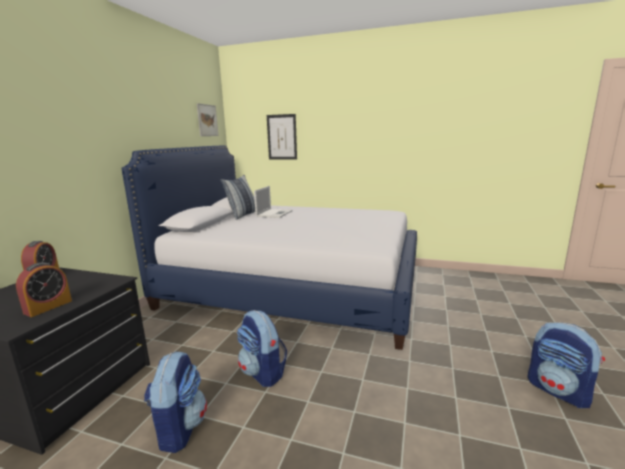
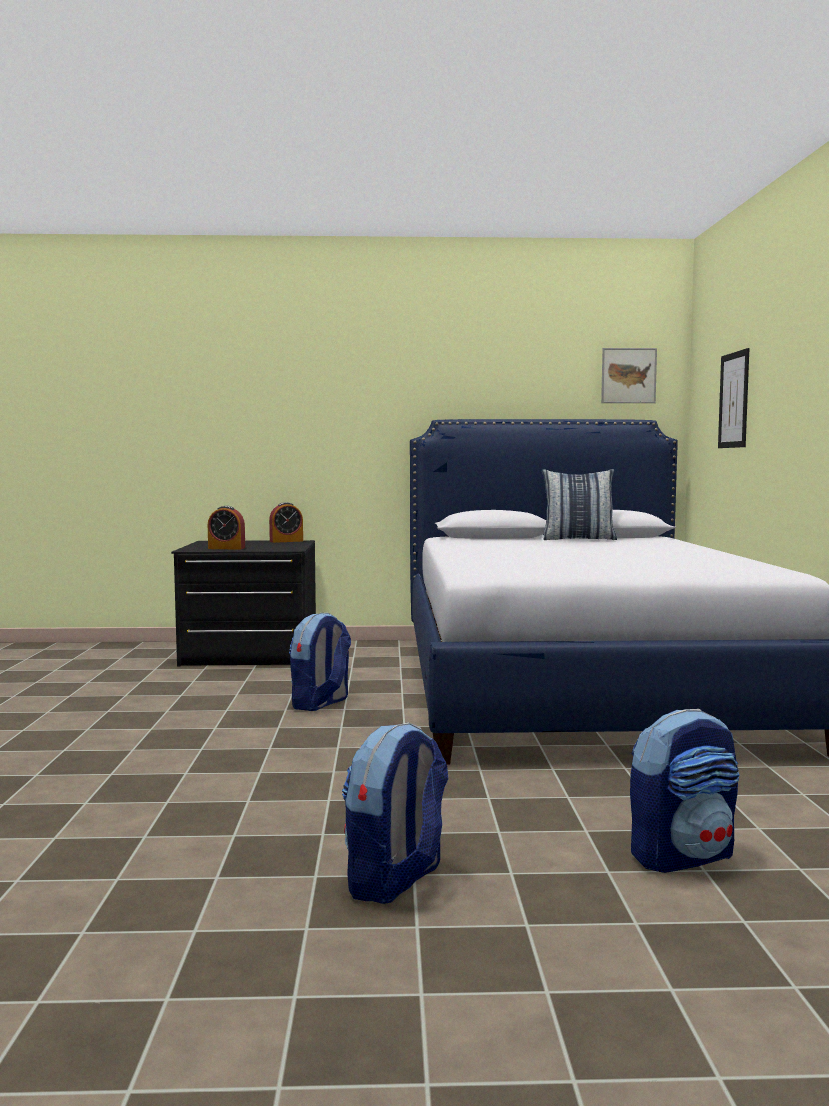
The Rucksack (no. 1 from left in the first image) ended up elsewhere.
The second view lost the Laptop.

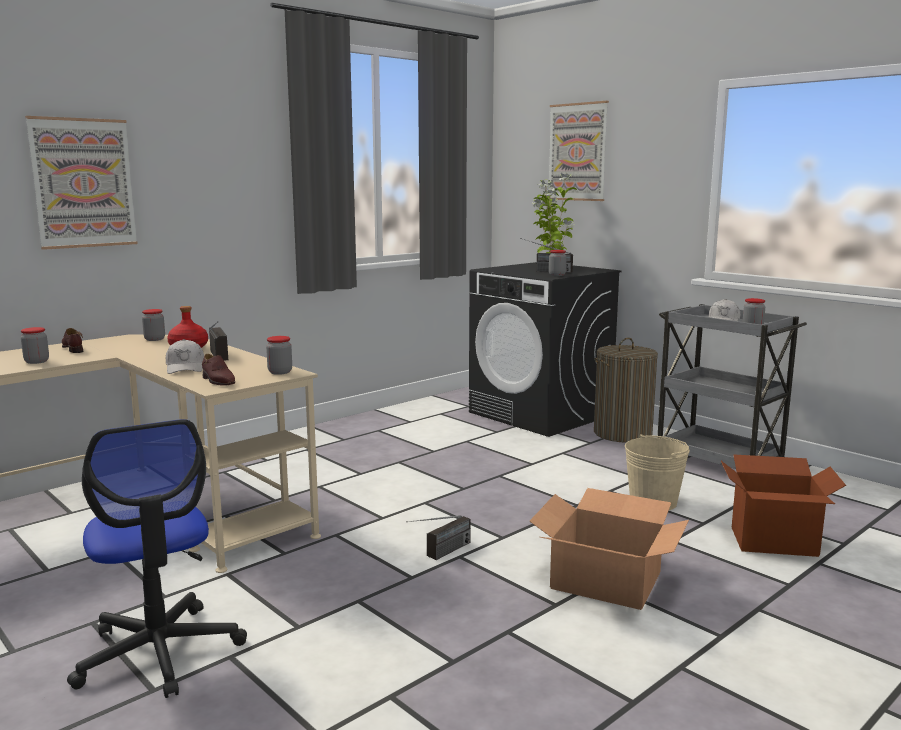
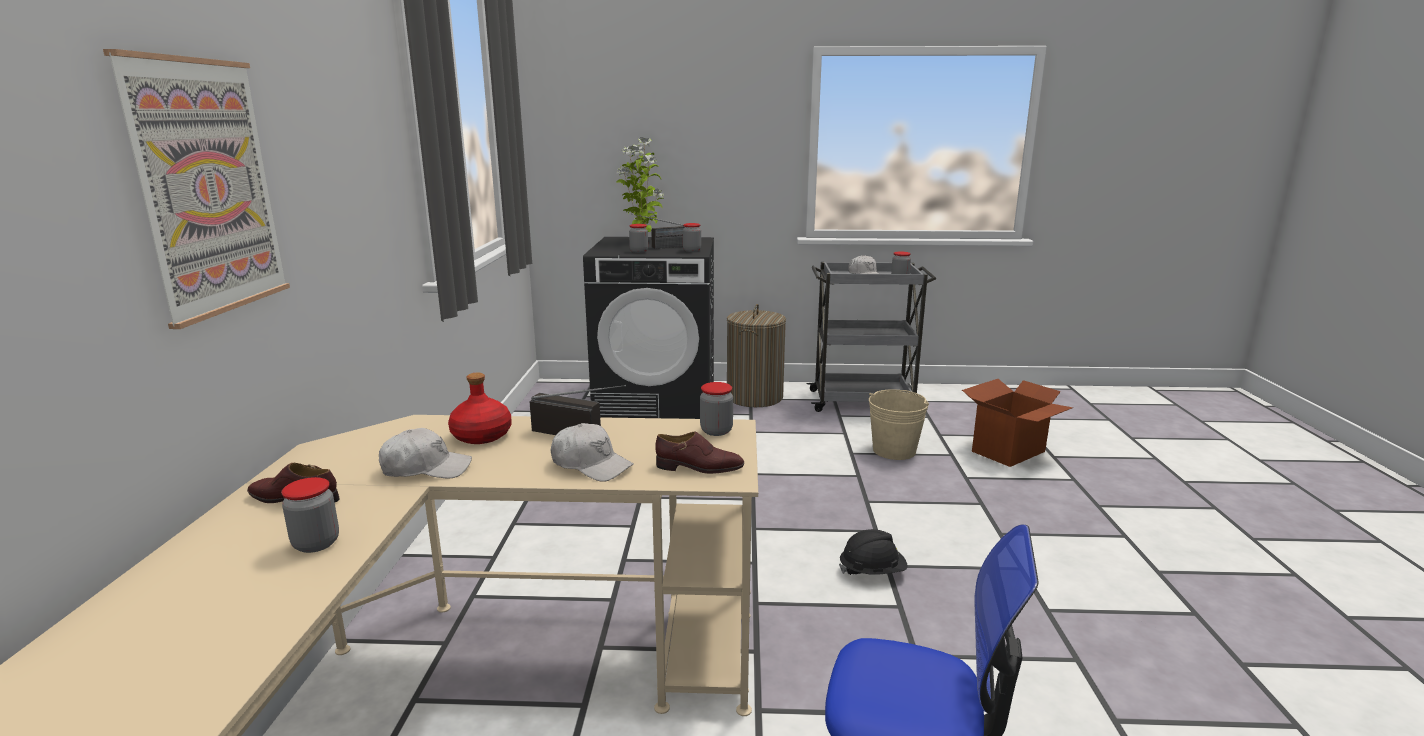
The Vorratsglas (no. 2 from left) ended up elsewhere.
Where the Radio (no. 2 from left) stood, the Schutzhelm (schwarz) came to stand.
The second view lost the Karton (no. 1 from left).
The second view lost the Bild (no. 2 from left).
The second view gained the Kappe (weiß) (no. 1 from left).

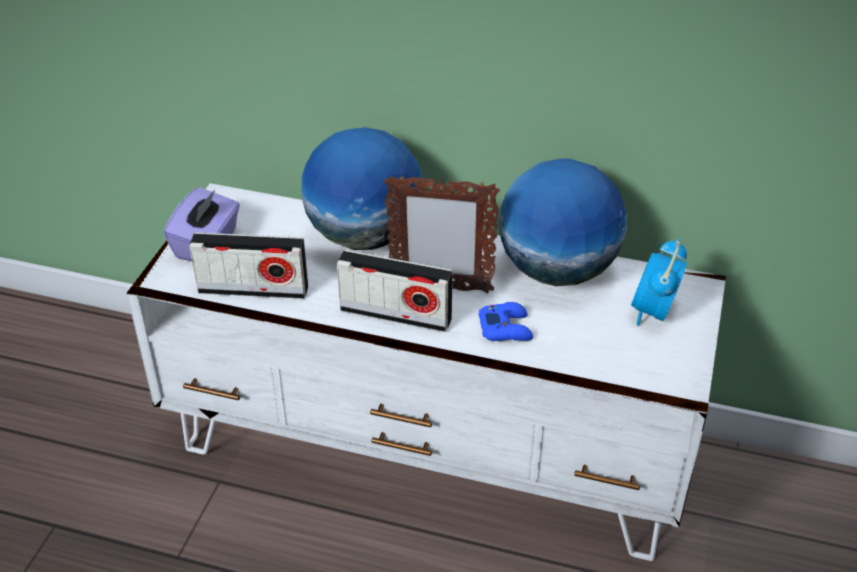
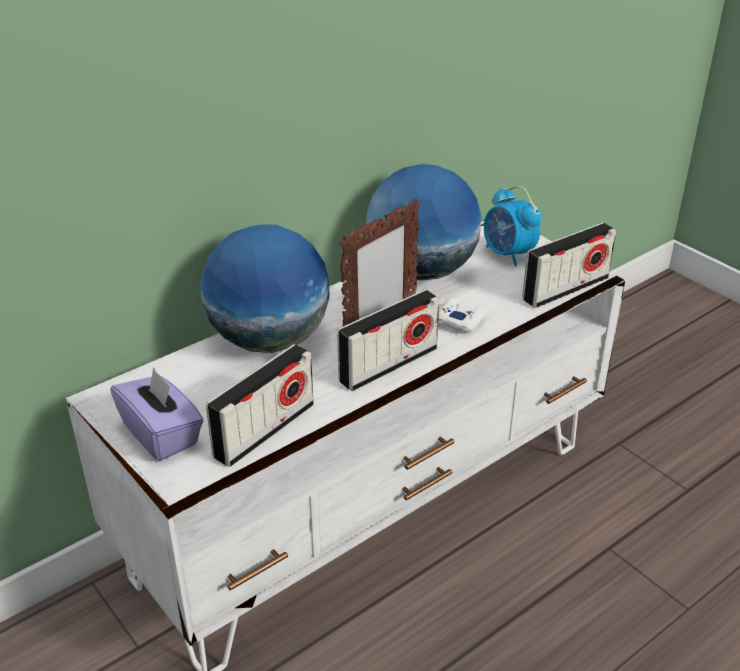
What was the Gamepad (blau) turned into the Gamepad (weiß).
The second view gained the Radio (no. 3 from left).

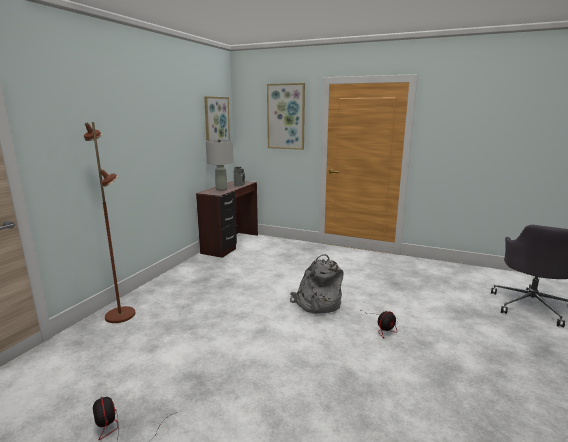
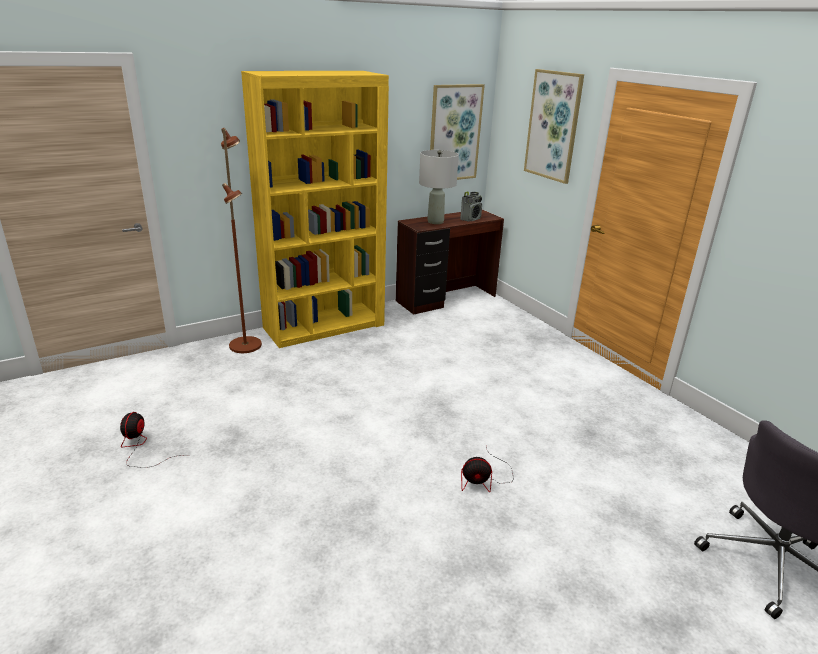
The second view lost the Rucksack (grau).
The second view gained the Bücherregal (gelb).

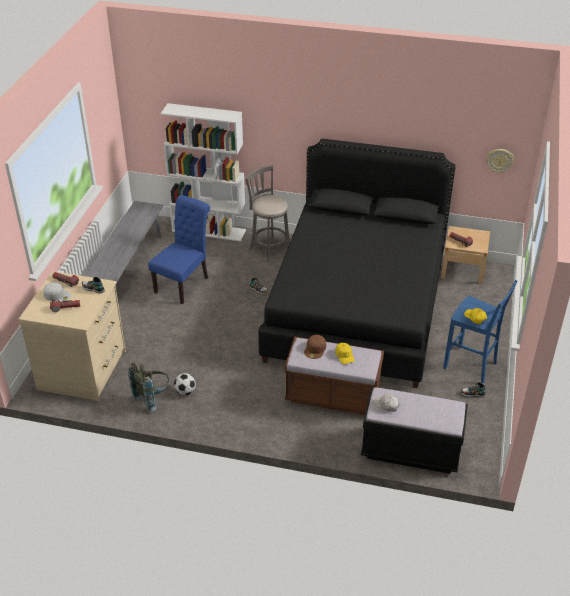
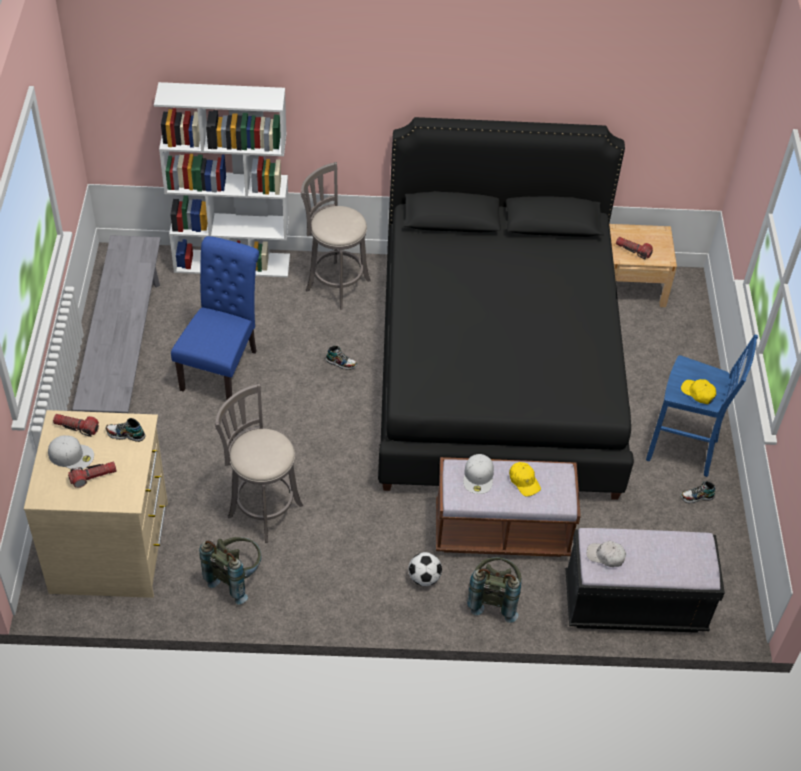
The Fußball ended up elsewhere.
What was the Kappe (braun) turned into the Kappe (weiß) (no. 2 from left).
The second view lost the Wanduhr.
The second view gained the Hocker (grau) (no. 1 from left).
The second view gained the Rucksack (grau) (no. 2 from left).

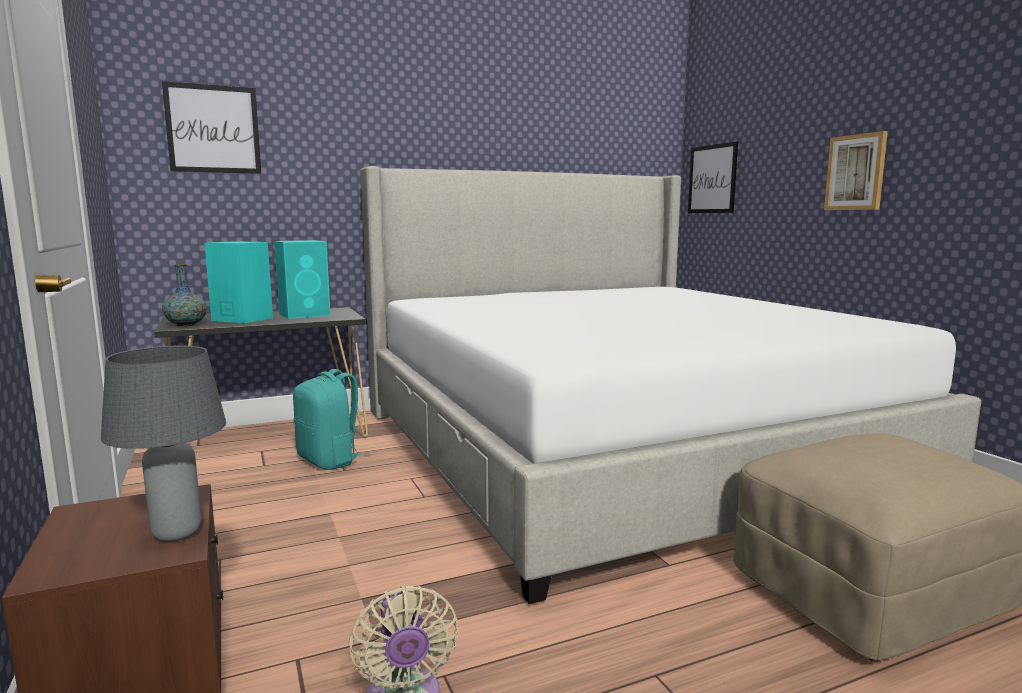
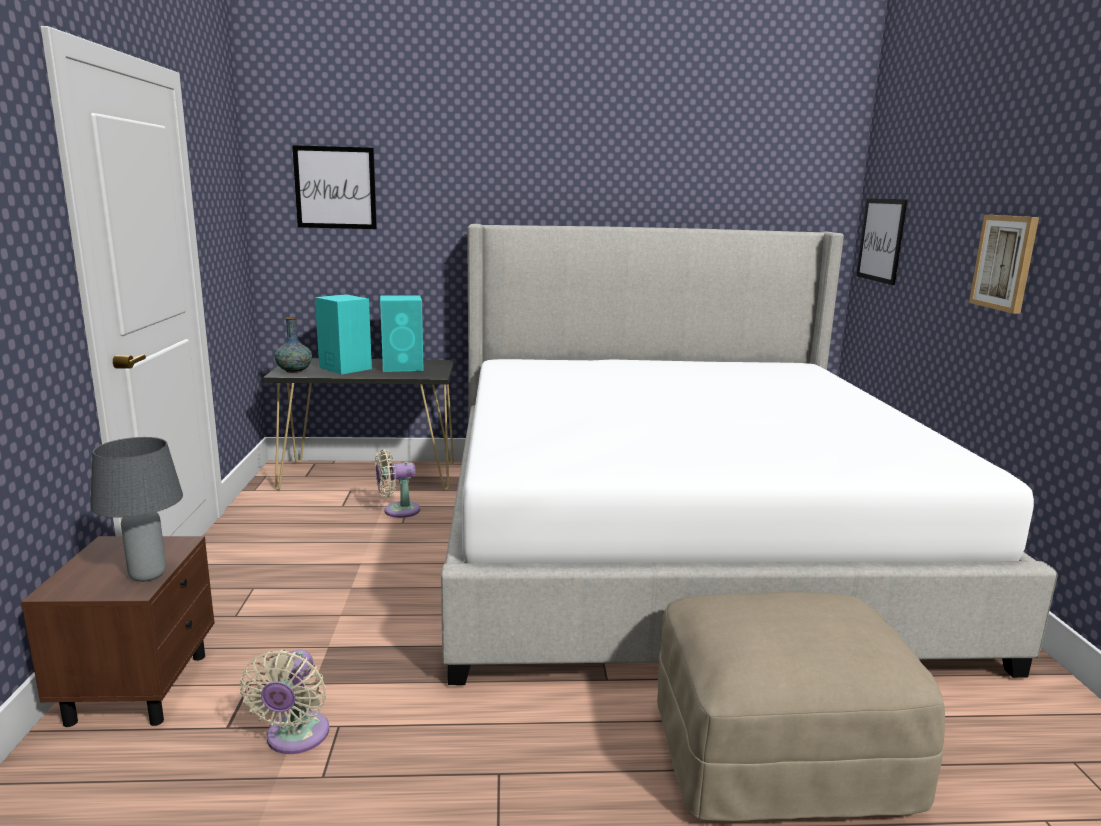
Where the Rucksack (türkis) stood, the Ventilator (beige) (no. 2 from left) came to stand.

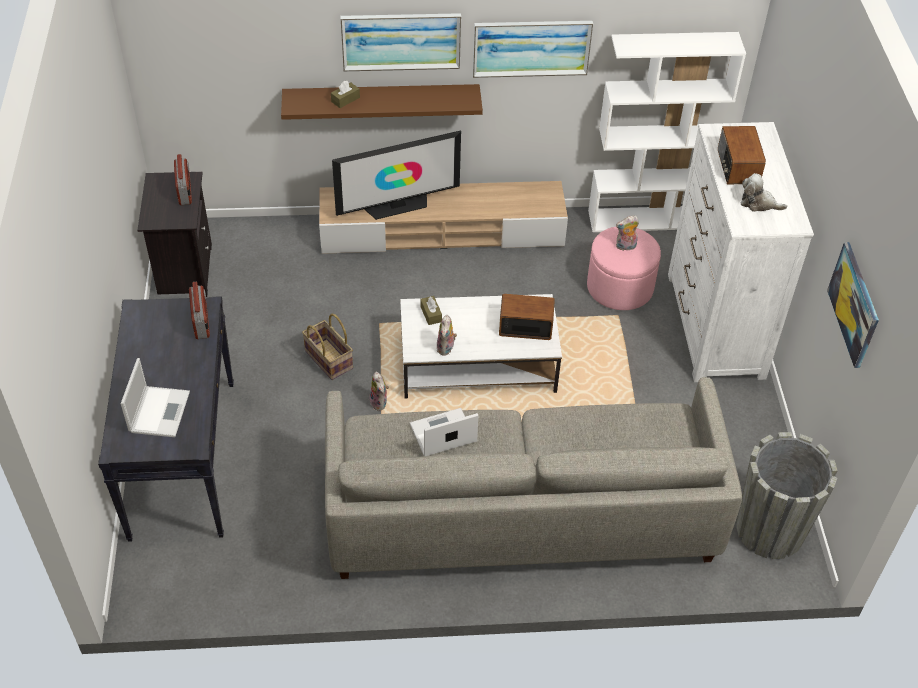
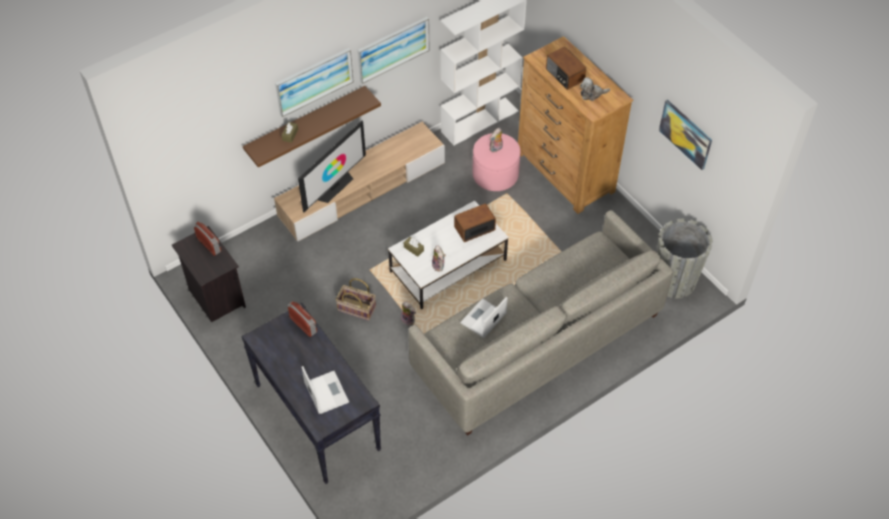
What was the Kommode (weiß) turned into the Kommode (braun).

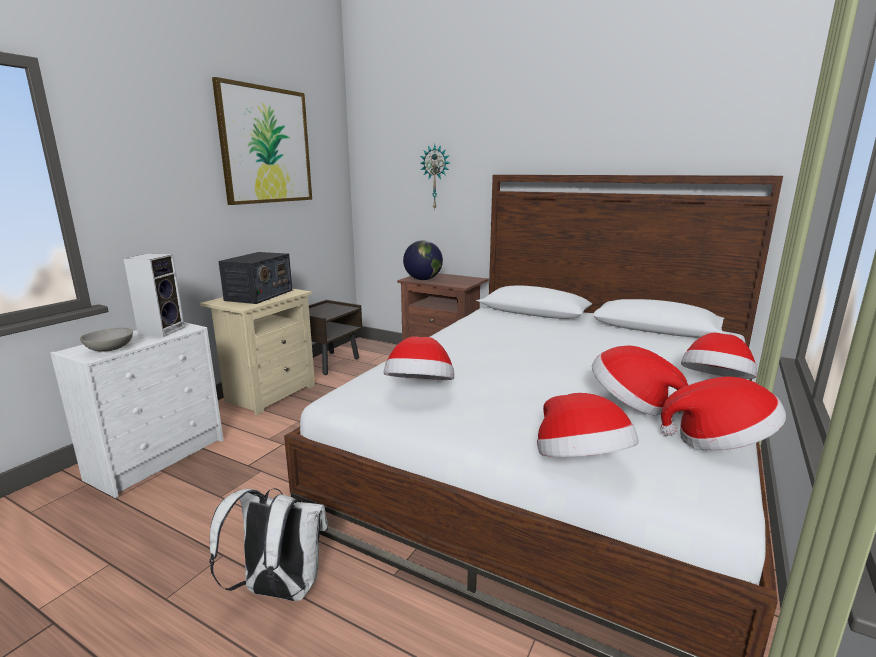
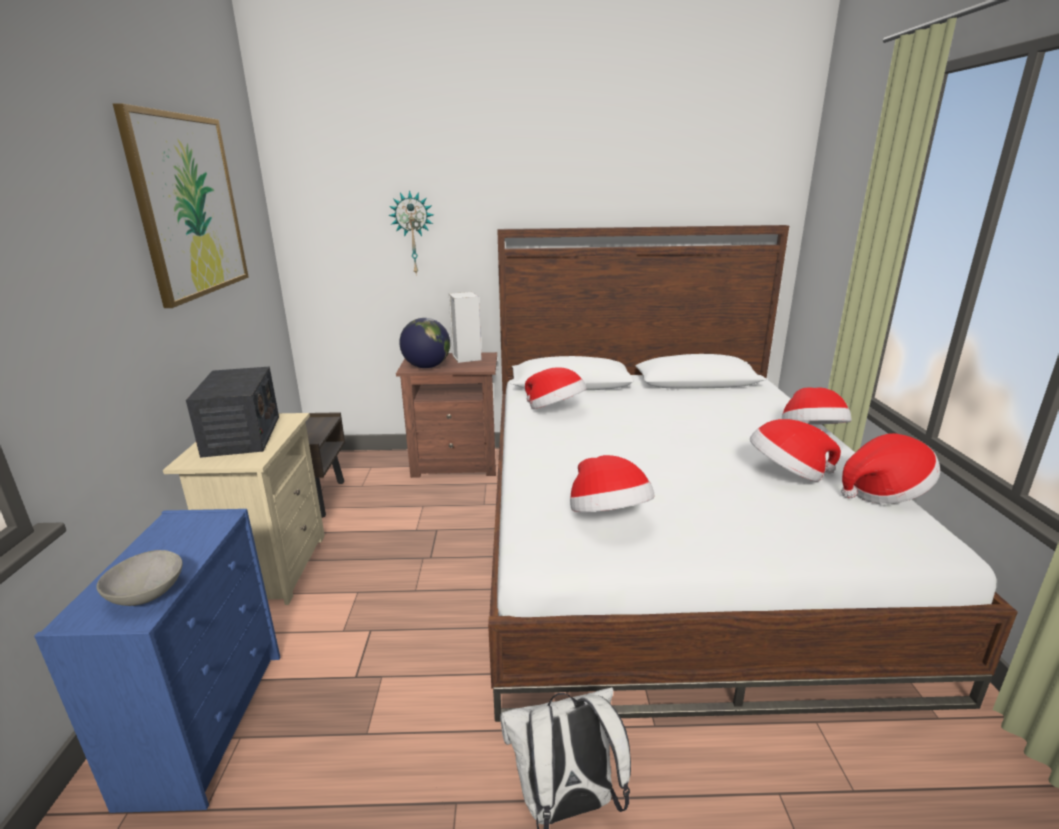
What was the Kommode (weiß) turned into the Kommode (blau).
The Lautsprecher ended up elsewhere.
The Hut (no. 2 from left in the first image) ended up elsewhere.

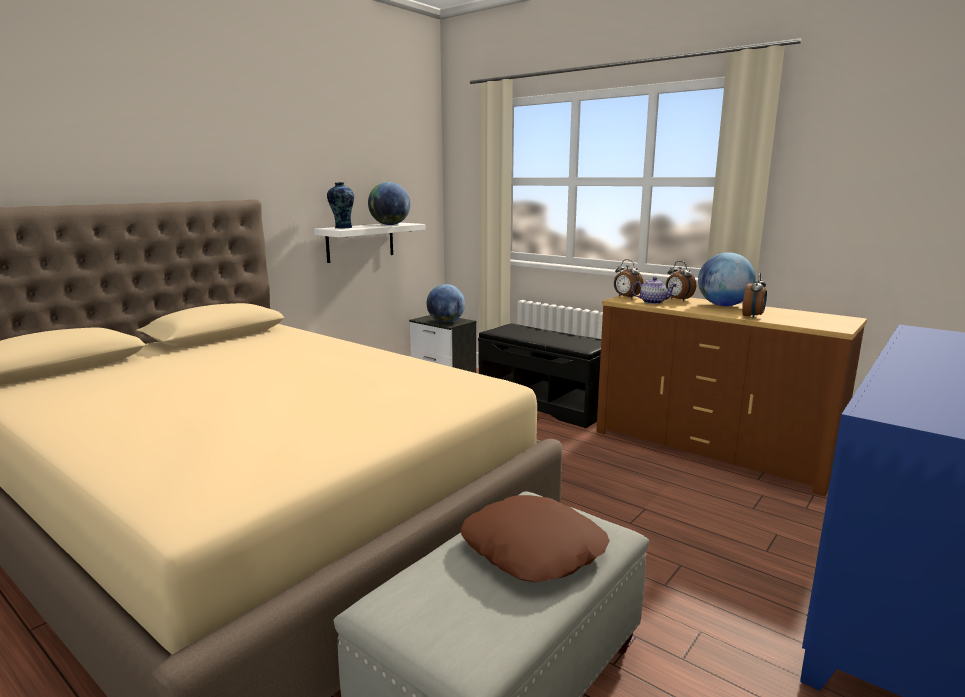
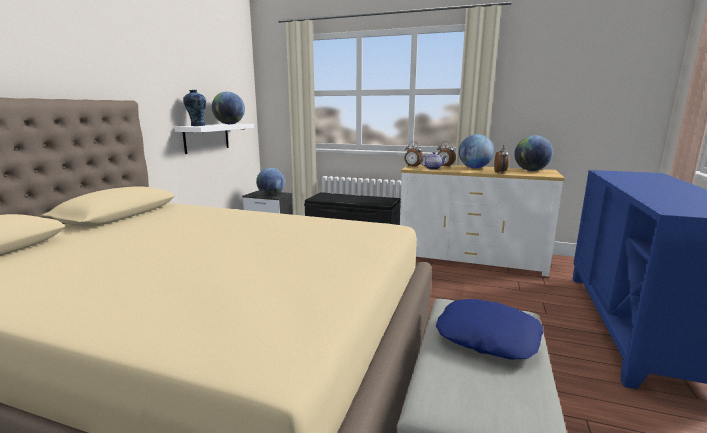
What was the Kissen (braun) turned into the Kissen (blau).
What was the Kommode (braun) turned into the Kommode (weiß).
The second view gained the Globus (no. 4 from left).

